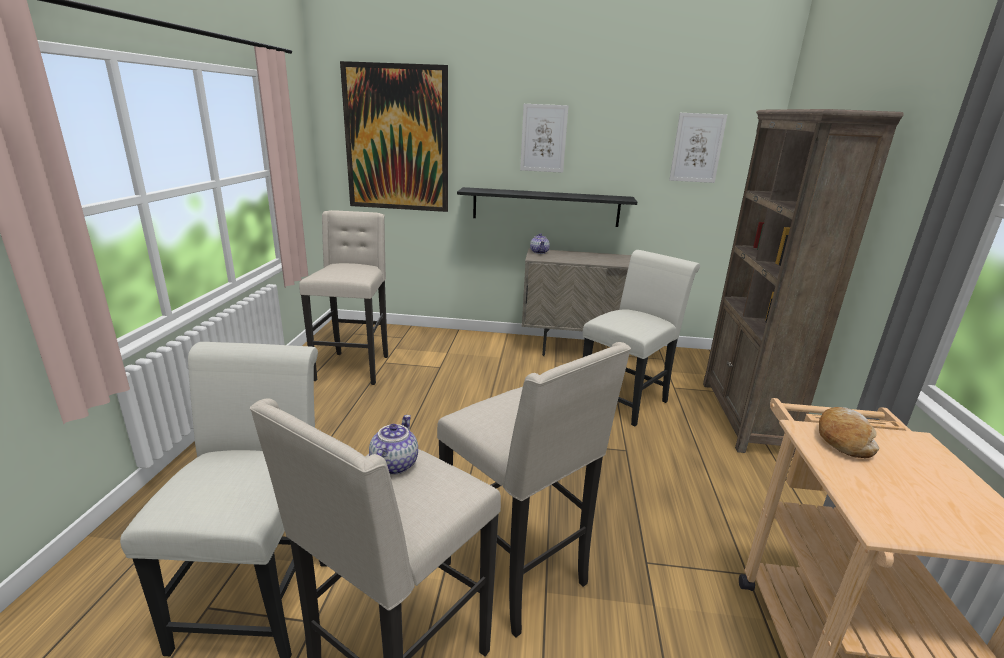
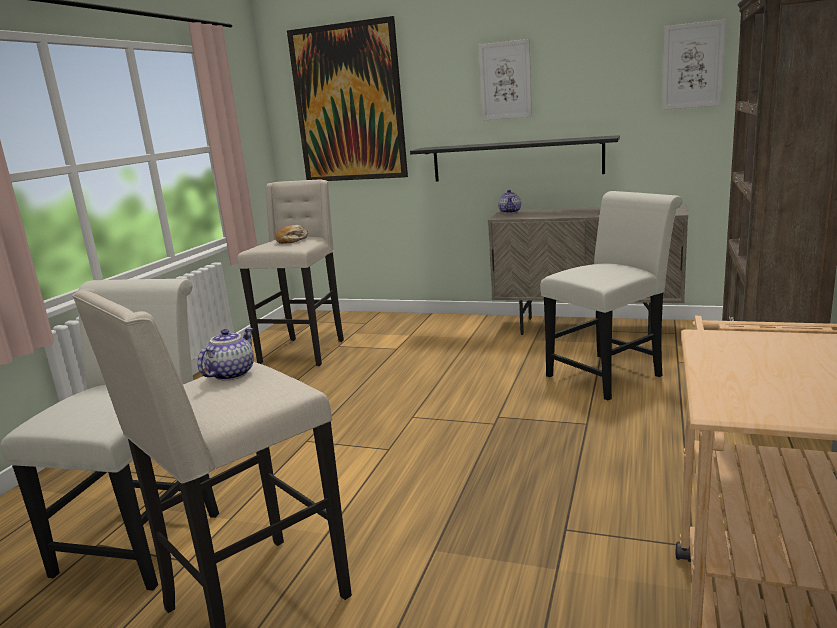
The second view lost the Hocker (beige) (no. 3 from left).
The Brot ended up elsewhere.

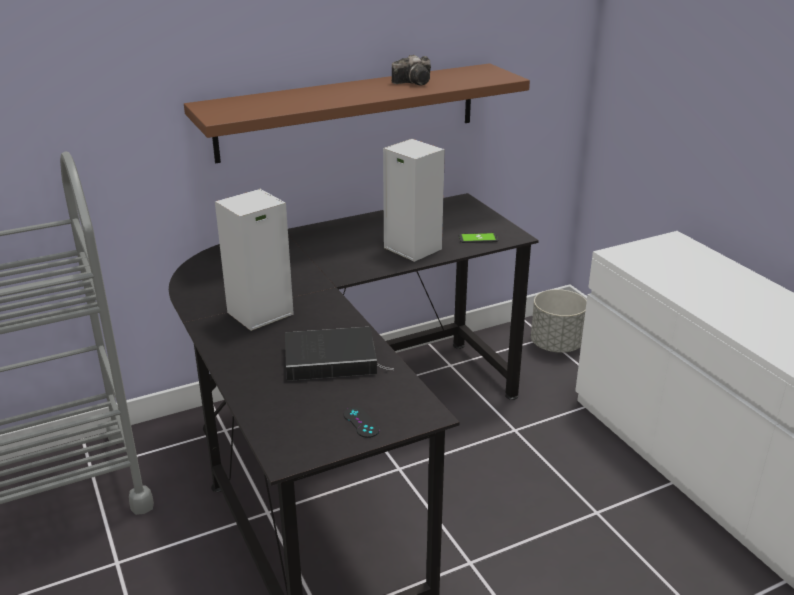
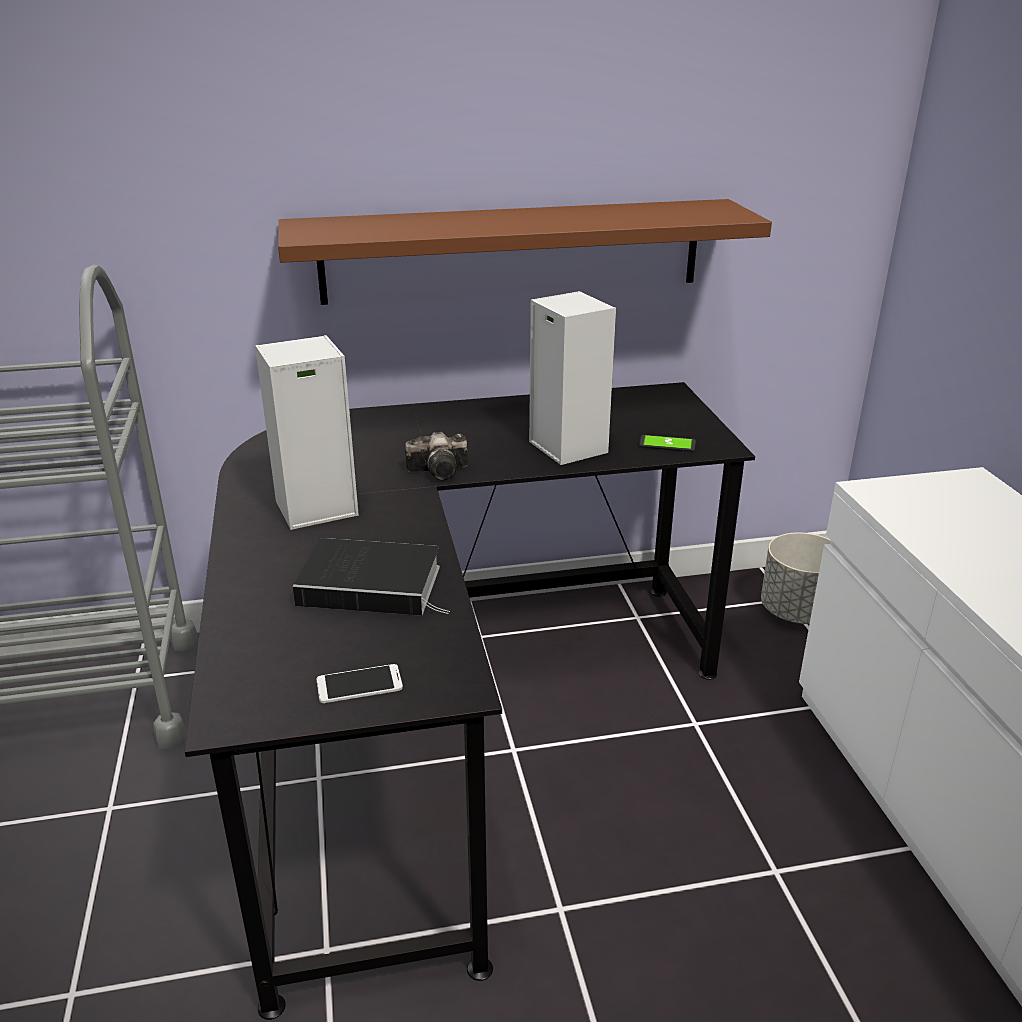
Where the Gamepad (schwarz) stood, the Handy (no. 1 from left) came to stand.
The Kamera ended up elsewhere.

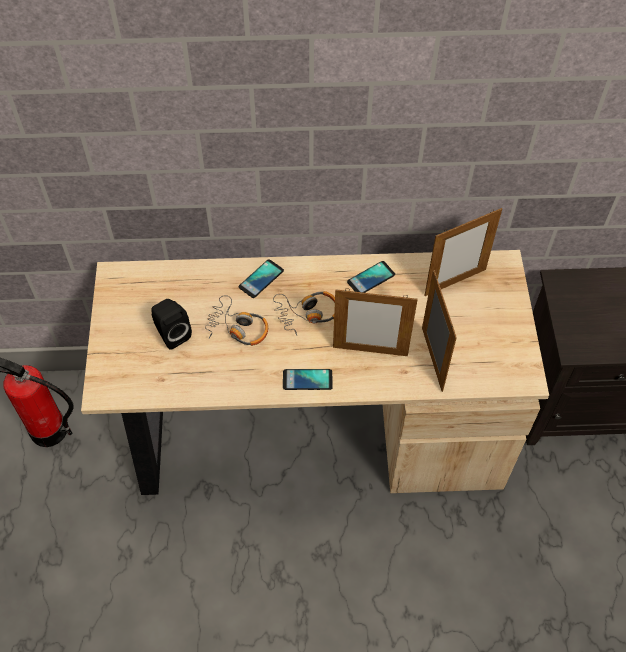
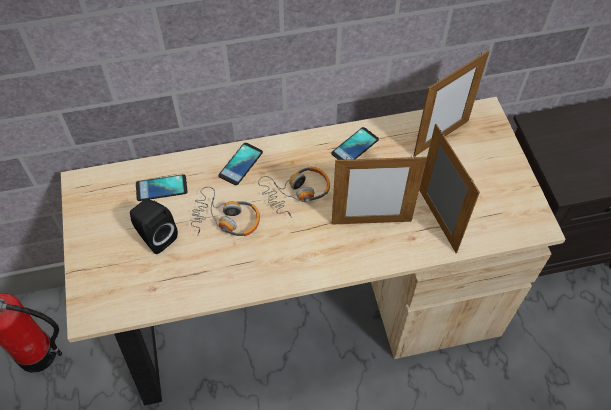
The Handy (no. 2 from left in the first image) ended up elsewhere.

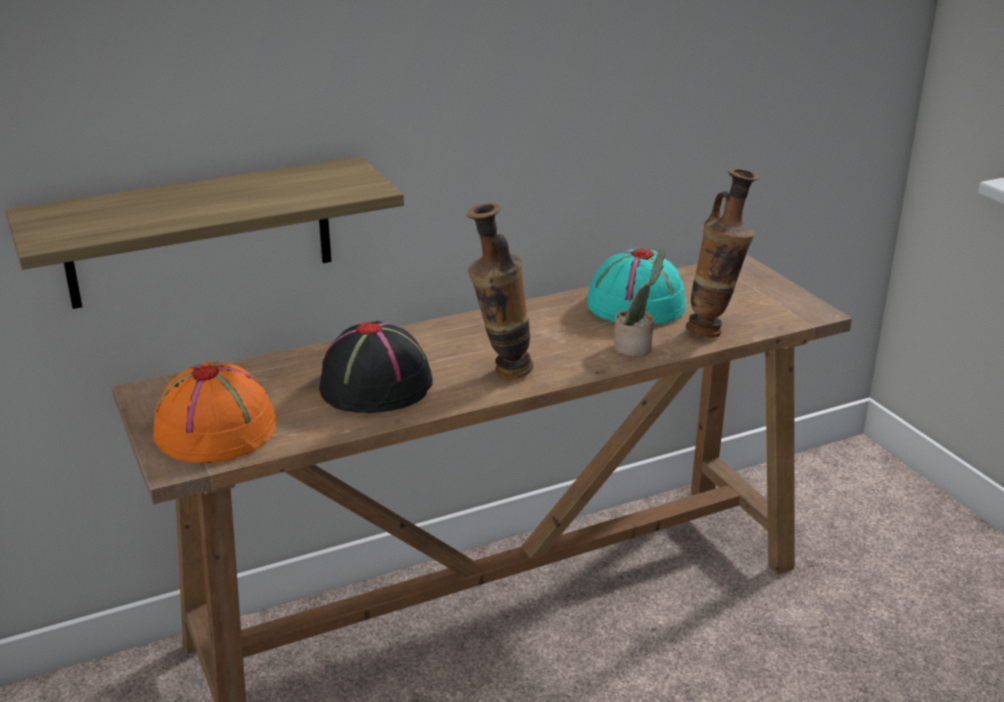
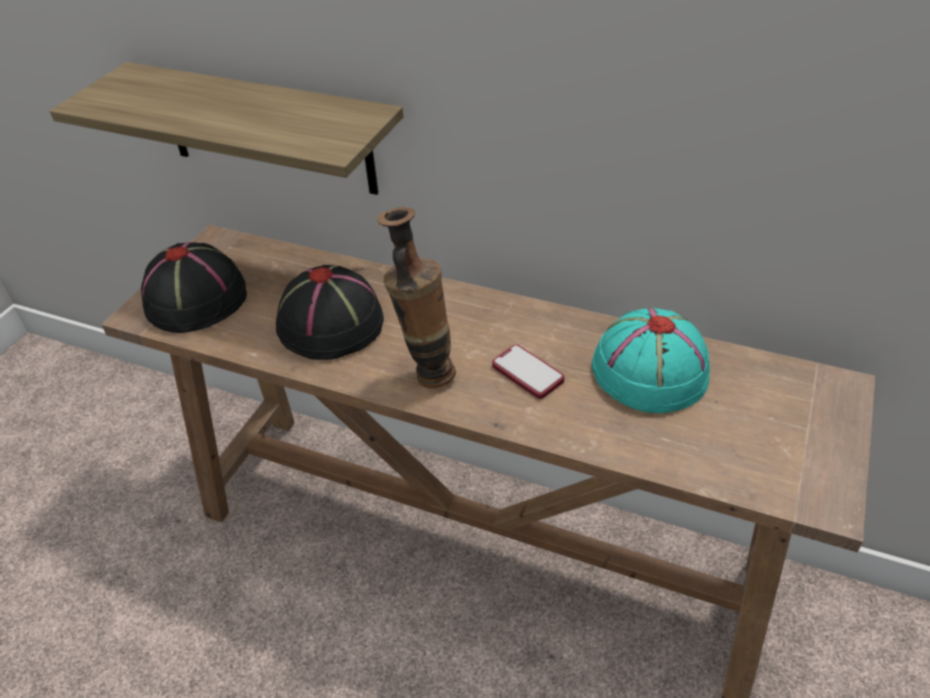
What was the Hut (orange) turned into the Hut (schwarz) (no. 1 from left).
The second view lost the Topfpflanze.
The second view lost the Vase (no. 2 from left).
The second view gained the Handy.

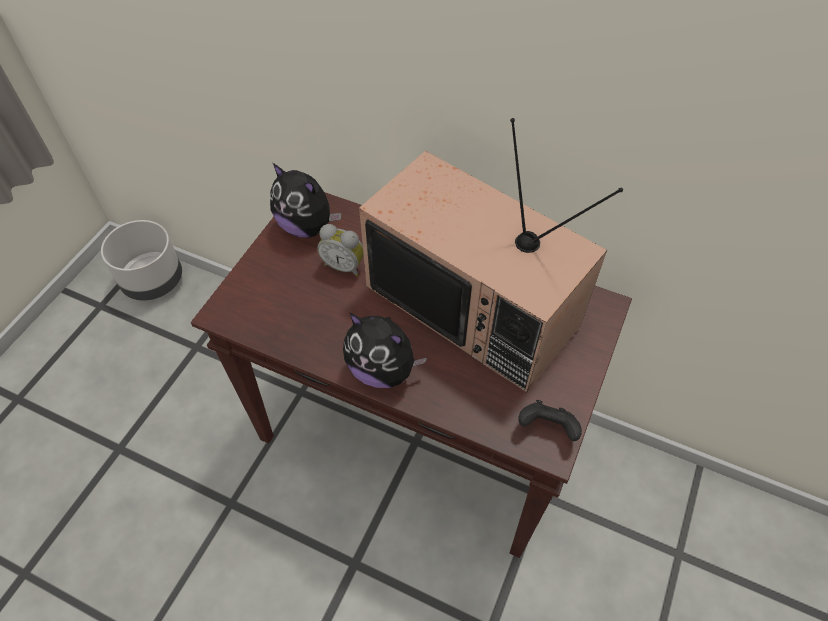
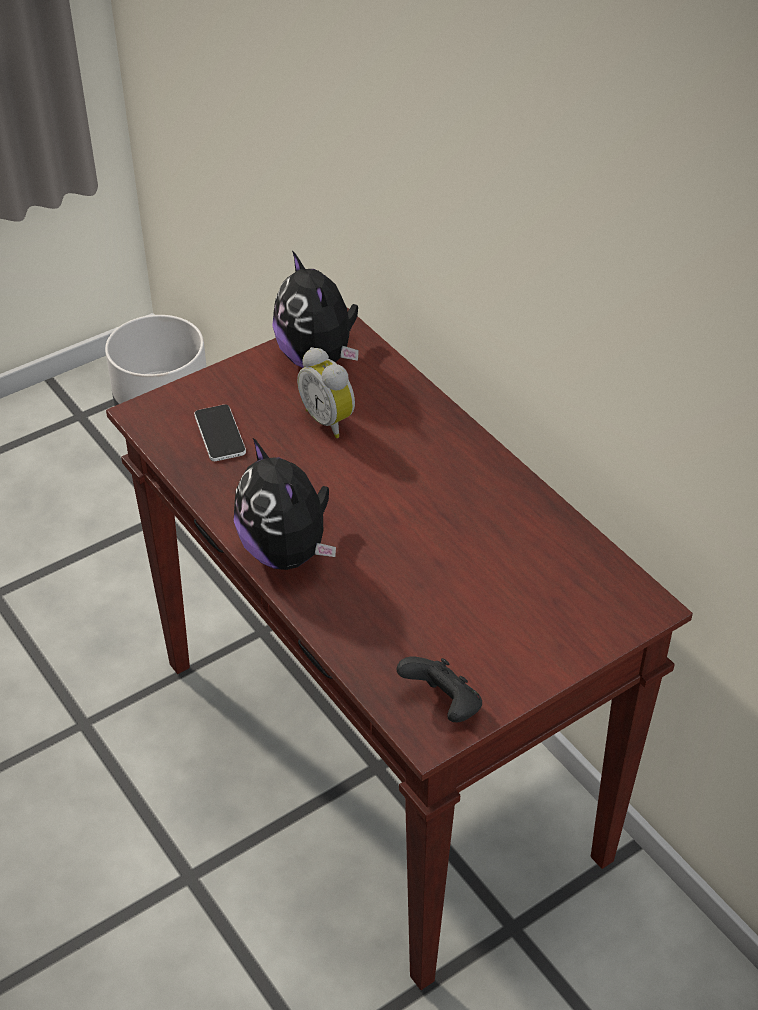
The second view lost the Fernseher.
The second view gained the Handy.

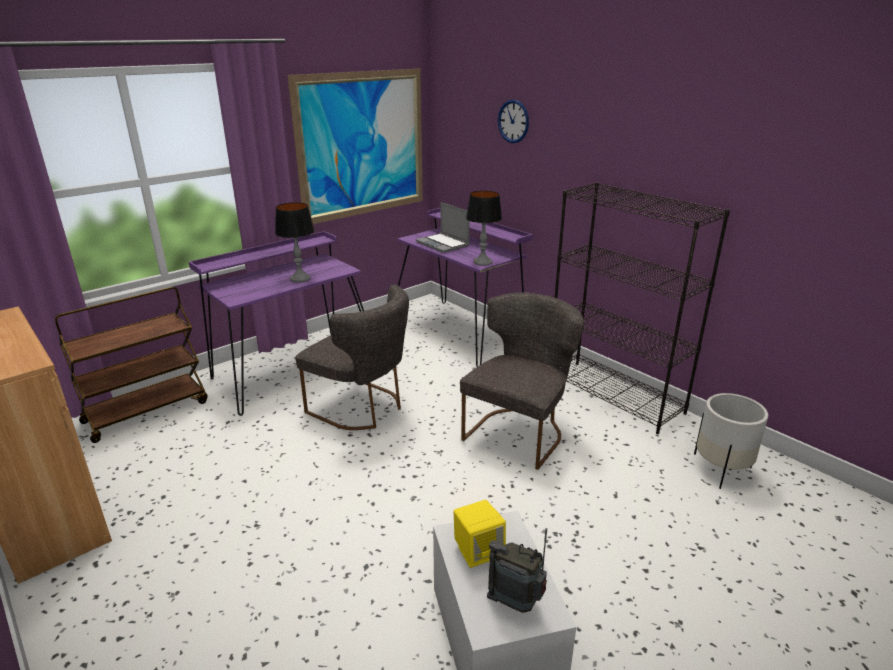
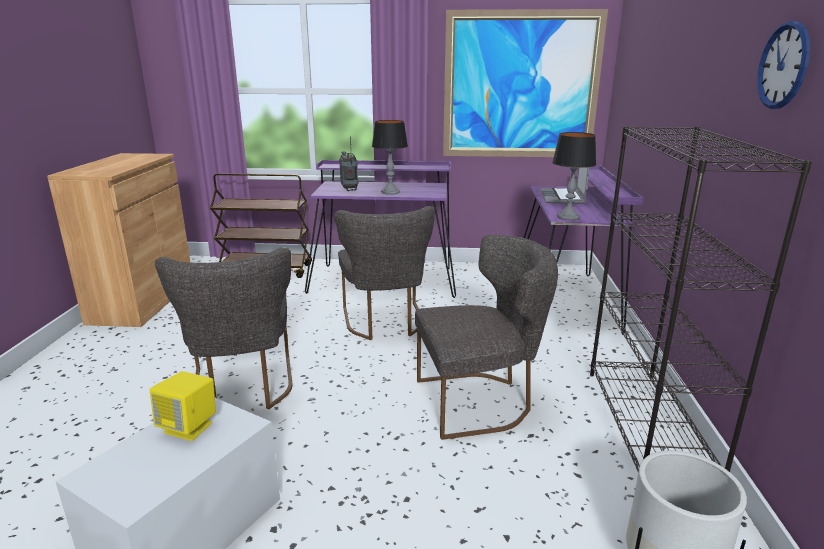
The Radio ended up elsewhere.
The Wanduhr ended up elsewhere.
The second view gained the Stuhl (grau) (no. 1 from left).

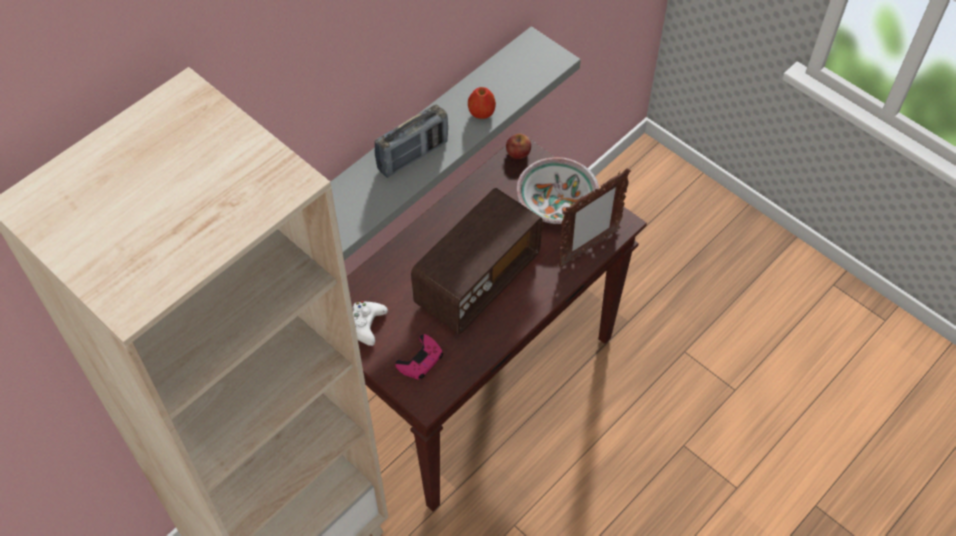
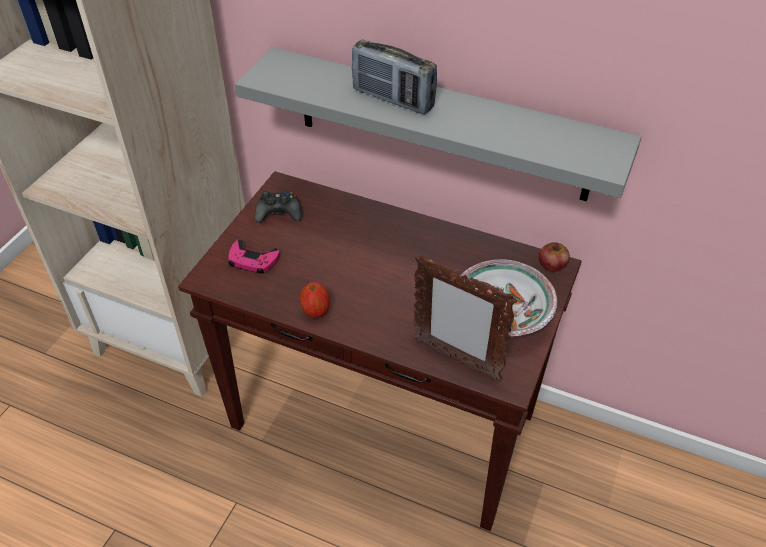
What was the Gamepad (weiß) turned into the Gamepad (schwarz).
The second view lost the Radio (no. 2 from left).
The Apfel (no. 1 from left) ended up elsewhere.

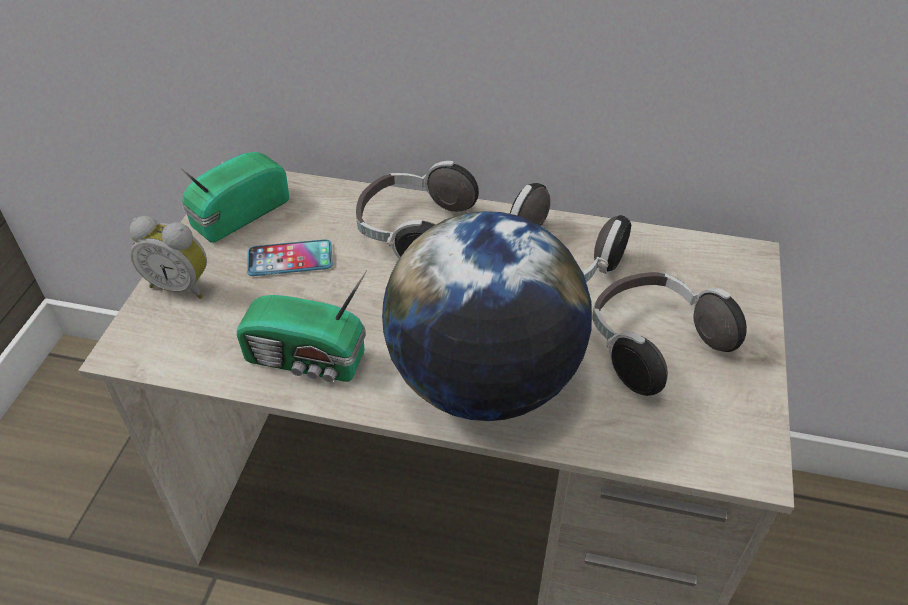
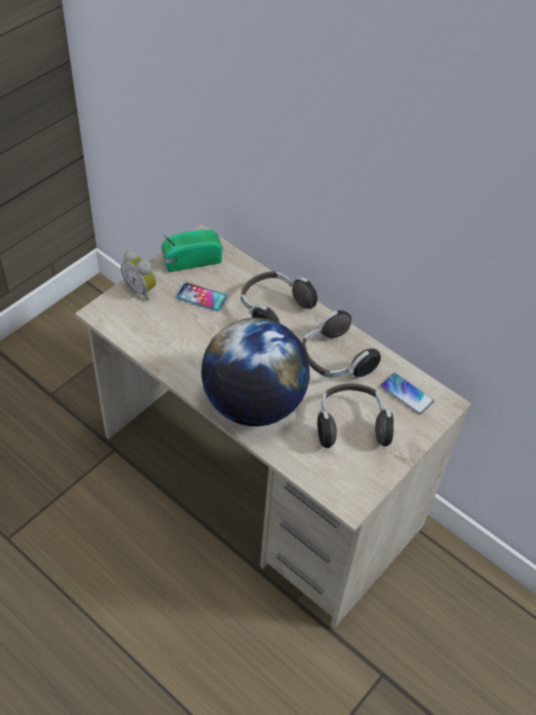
The second view lost the Radio (no. 2 from left).
The second view gained the Handy (no. 2 from left).

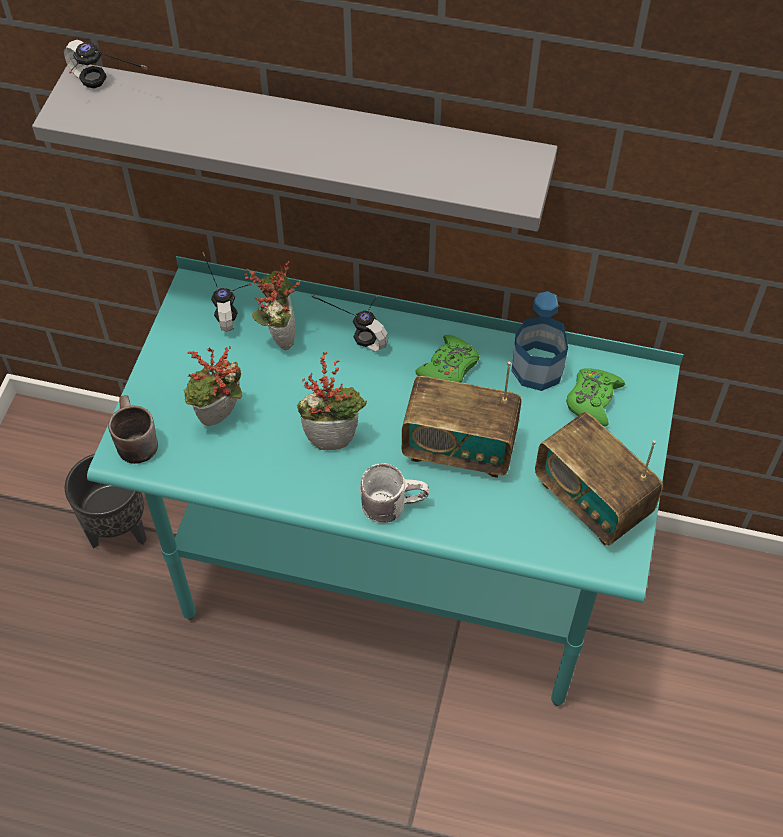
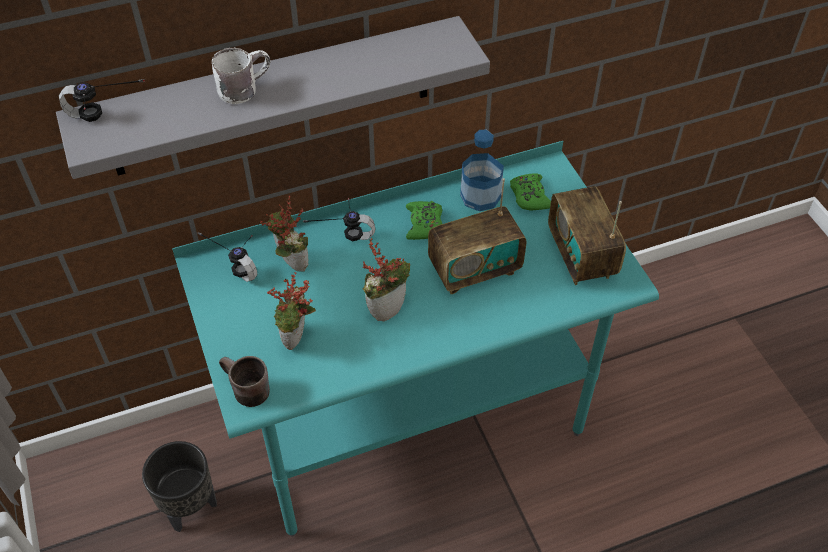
The Henkelbecher (weiß) ended up elsewhere.
The Radio (no. 2 from left) ended up facing another way, 60 degrees clockwise from before.

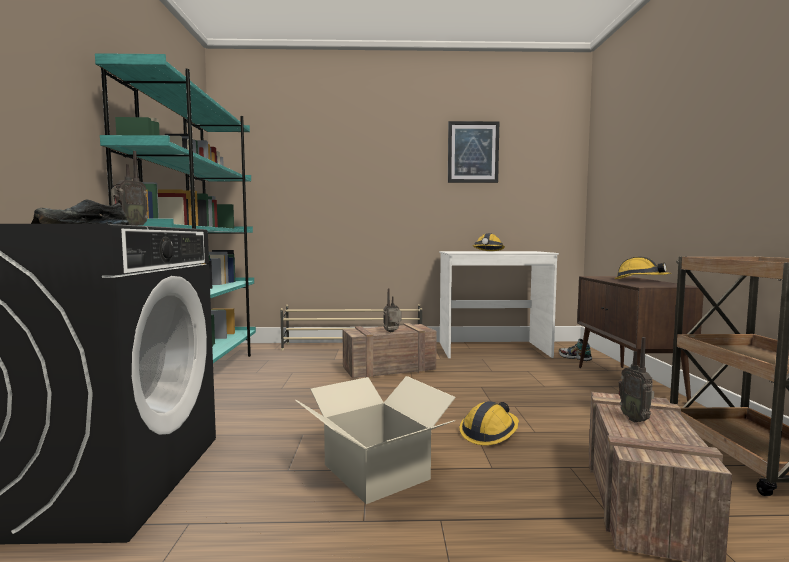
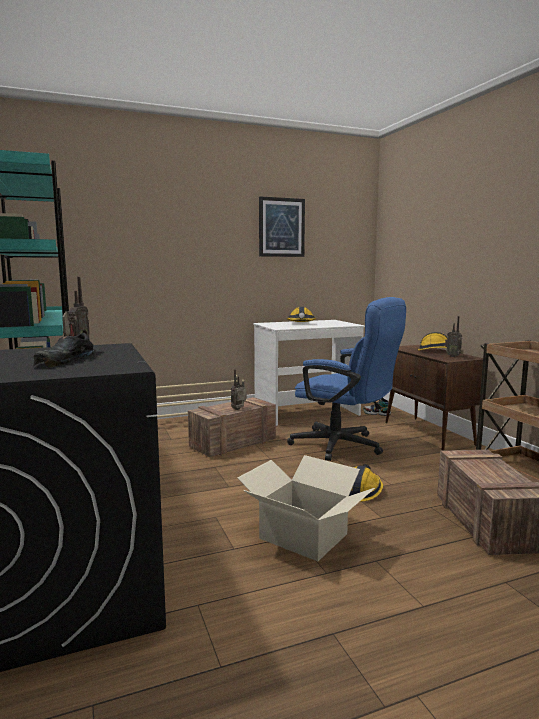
The Radio (no. 3 from left) ended up elsewhere.
The second view gained the Bürostuhl (blau).

